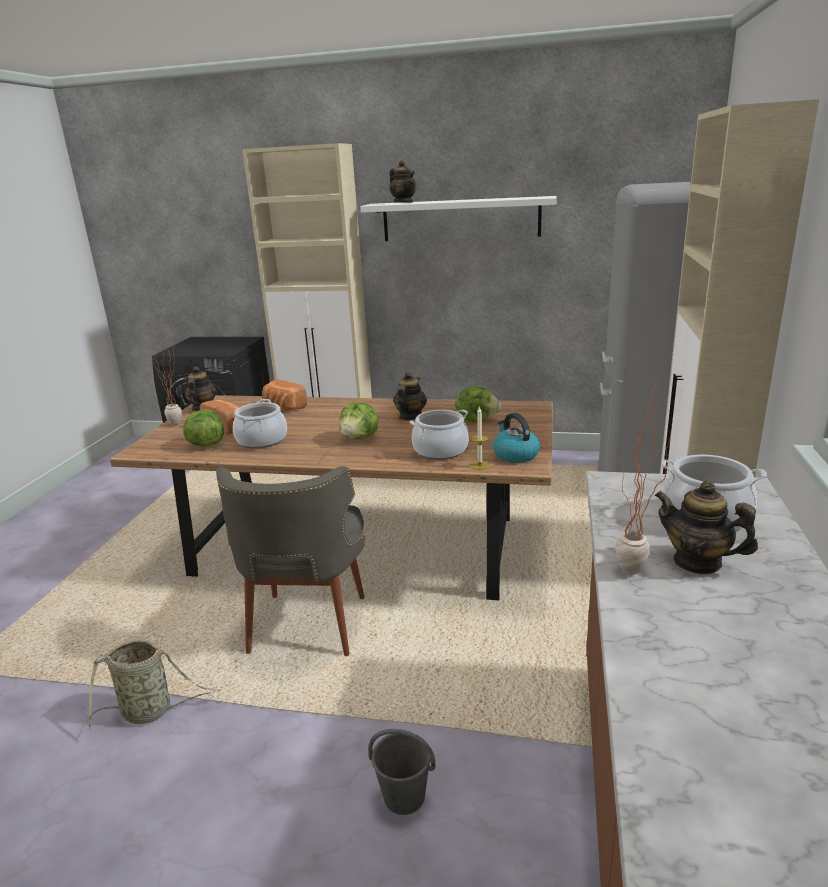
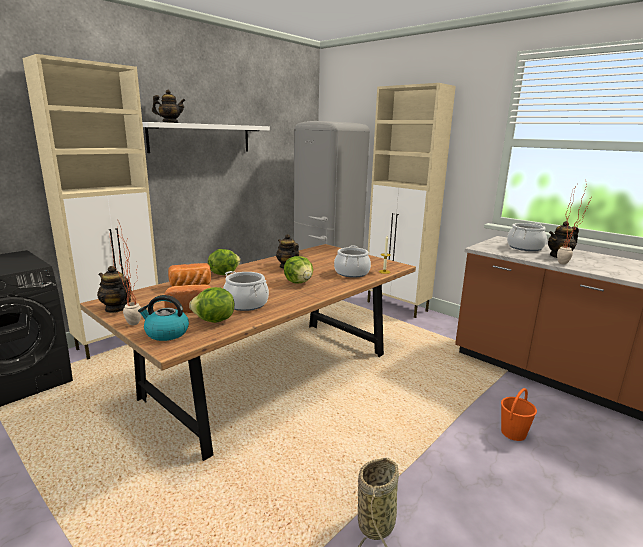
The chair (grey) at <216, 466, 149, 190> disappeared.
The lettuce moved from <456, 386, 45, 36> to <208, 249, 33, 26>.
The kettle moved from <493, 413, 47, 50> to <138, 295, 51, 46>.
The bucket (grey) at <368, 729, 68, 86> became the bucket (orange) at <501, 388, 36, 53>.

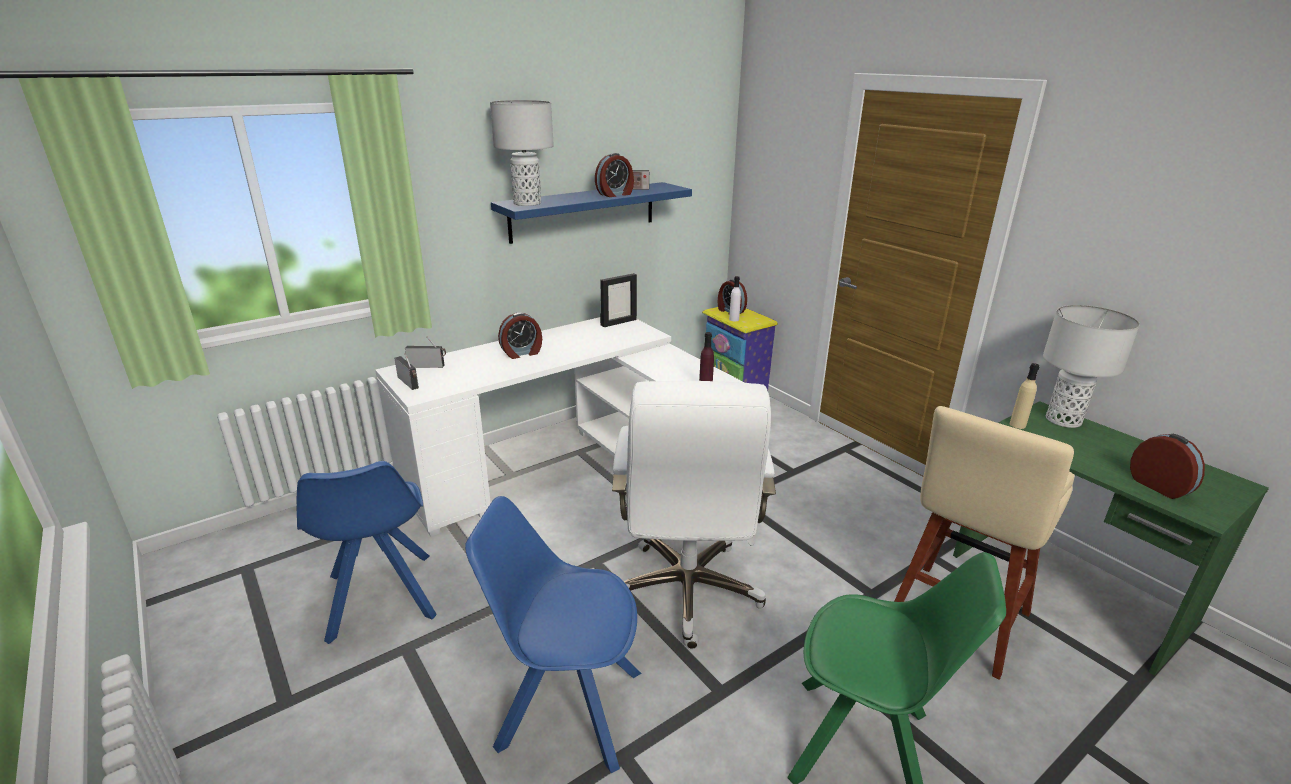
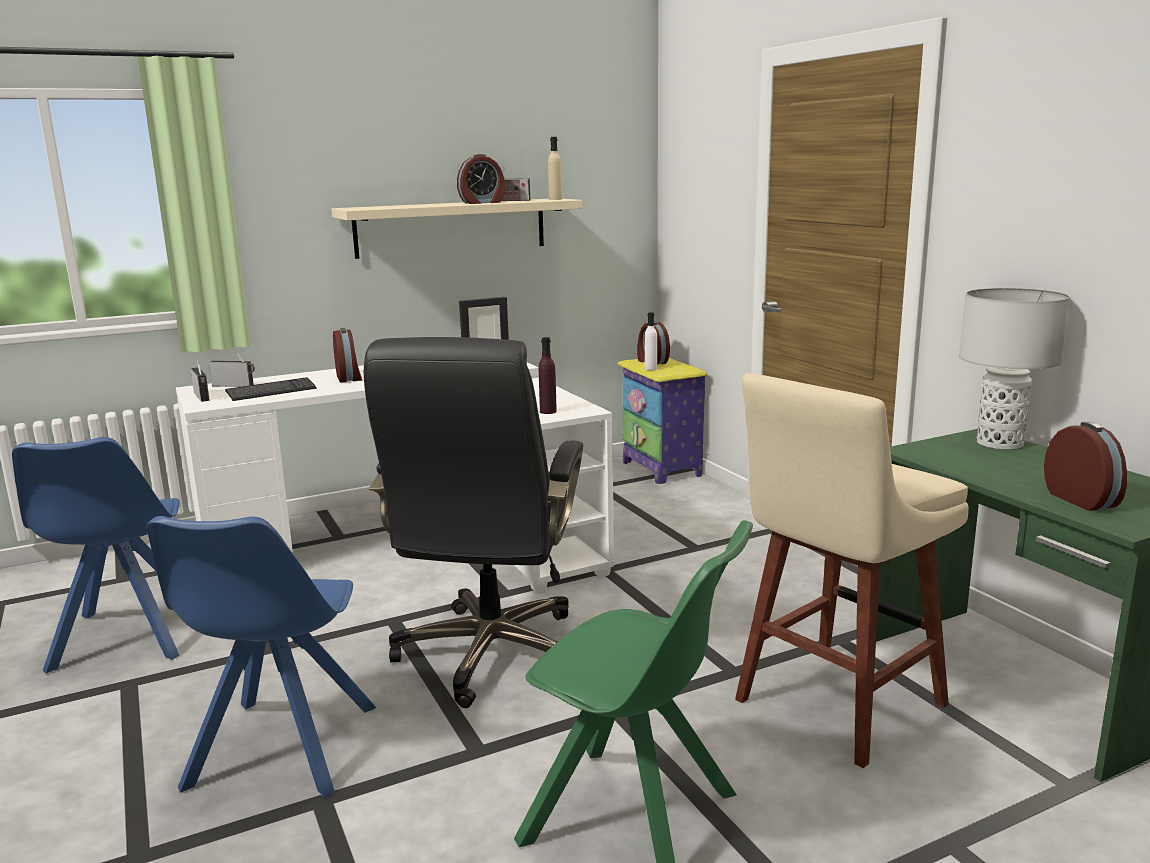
The table lamp (white) at <490, 100, 64, 106> disappeared.
The keyboard at <225, 378, 92, 23> appeared.
The bottle (beige) moved from <1010, 363, 29, 66> to <548, 137, 14, 63>.
The shelf (blue) at <491, 182, 201, 62> became the shelf (beige) at <332, 199, 251, 60>.
The office chair (white) at <612, 381, 164, 268> became the office chair (black) at <364, 337, 219, 371>.
The chair (blue) at <465, 496, 177, 277> turned 105 degrees counterclockwise.
The alarm clock at <498, 313, 44, 46> turned 90 degrees counterclockwise.

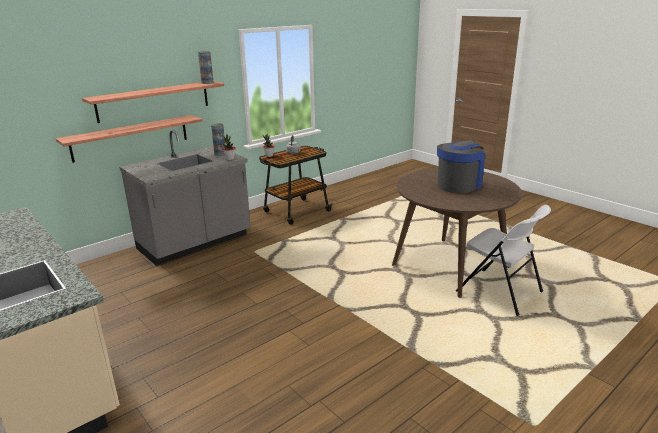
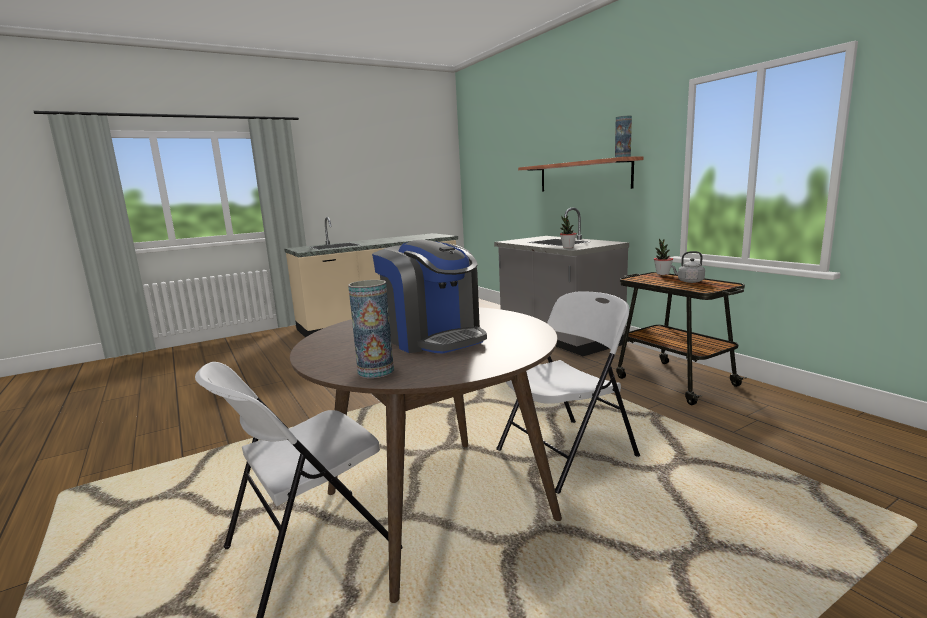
The shelf at <56, 115, 147, 48> disappeared.
The chair (white) at <496, 291, 144, 203> appeared.
The vase moved from <211, 123, 14, 33> to <348, 280, 46, 98>.

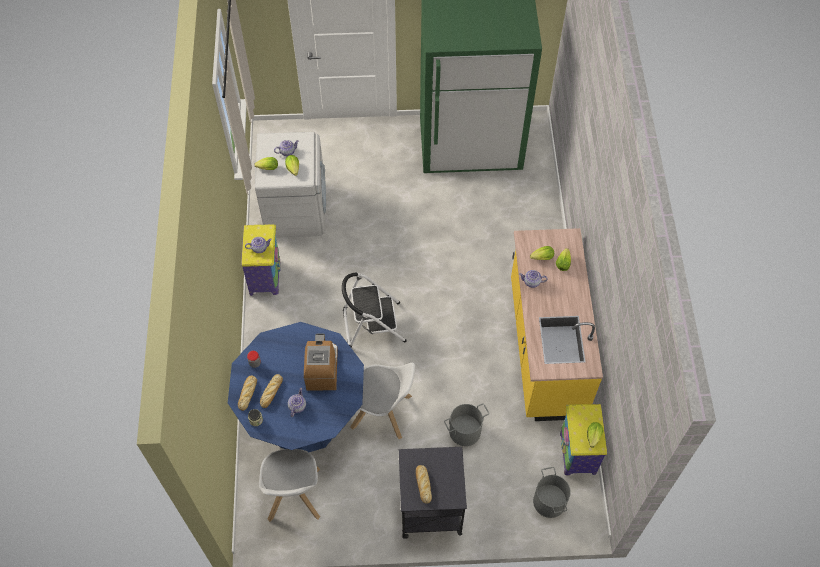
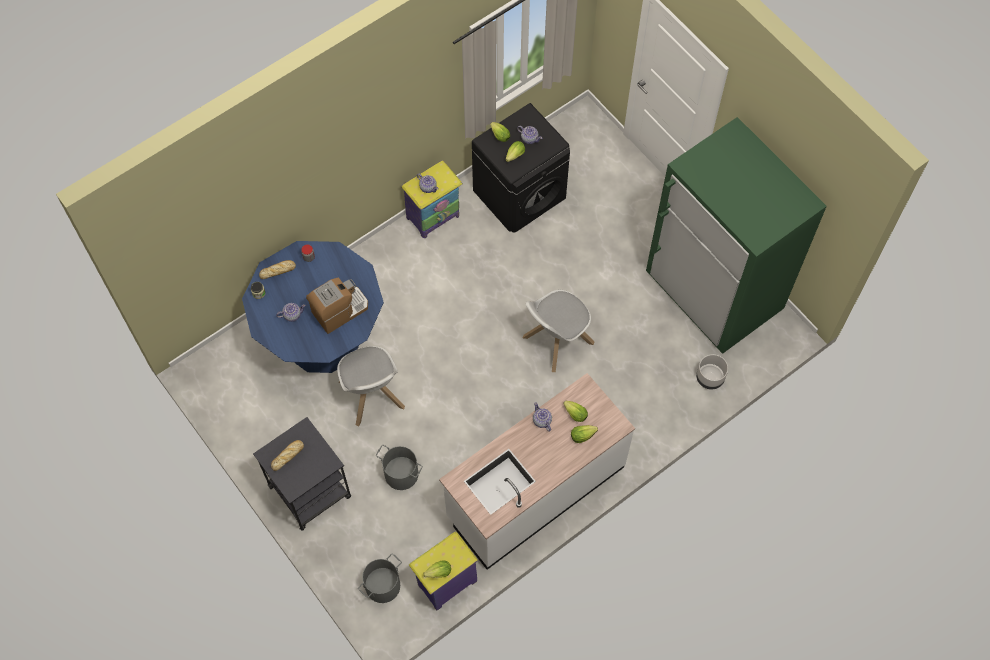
The bread at <260, 374, 23, 34> disappeared.
The step ladder at <342, 272, 65, 76> disappeared.
The planter (grey) at <696, 354, 32, 36> appeared.
The chair moved from <259, 449, 61, 73> to <523, 290, 71, 82>.
The washing machine (white) at <255, 132, 71, 106> became the washing machine (black) at <472, 103, 98, 130>.
The counter (yellow) at <511, 228, 92, 193> became the counter (white) at <439, 373, 196, 197>.

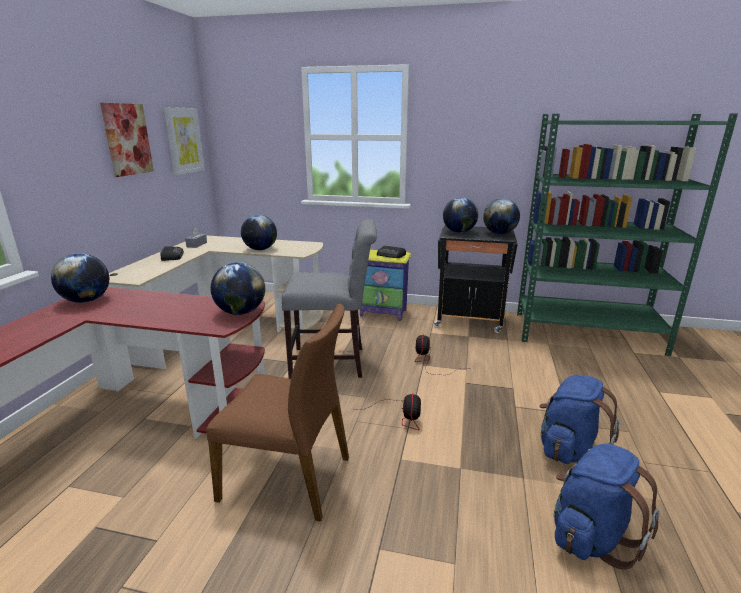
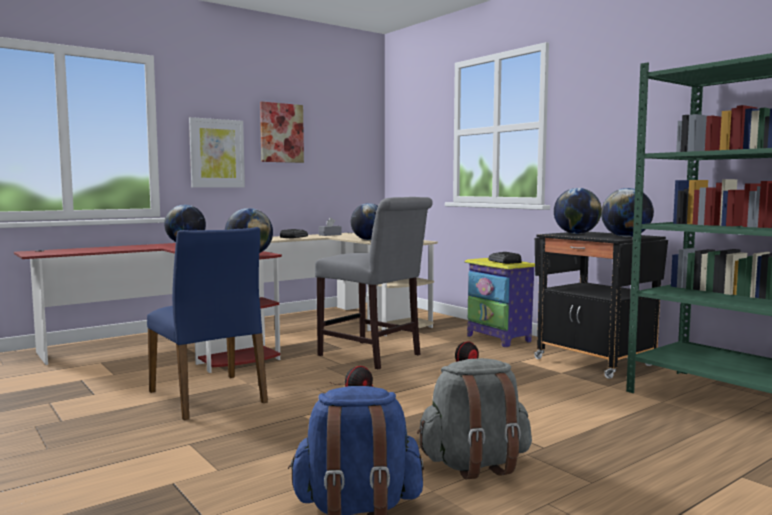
The picture moved from <164, 107, 41, 68> to <189, 117, 56, 71>.
The chair (brown) at <206, 304, 143, 218> became the chair (blue) at <147, 227, 121, 193>.
The backpack (blue) at <539, 375, 80, 89> became the backpack (grey) at <417, 358, 115, 121>.

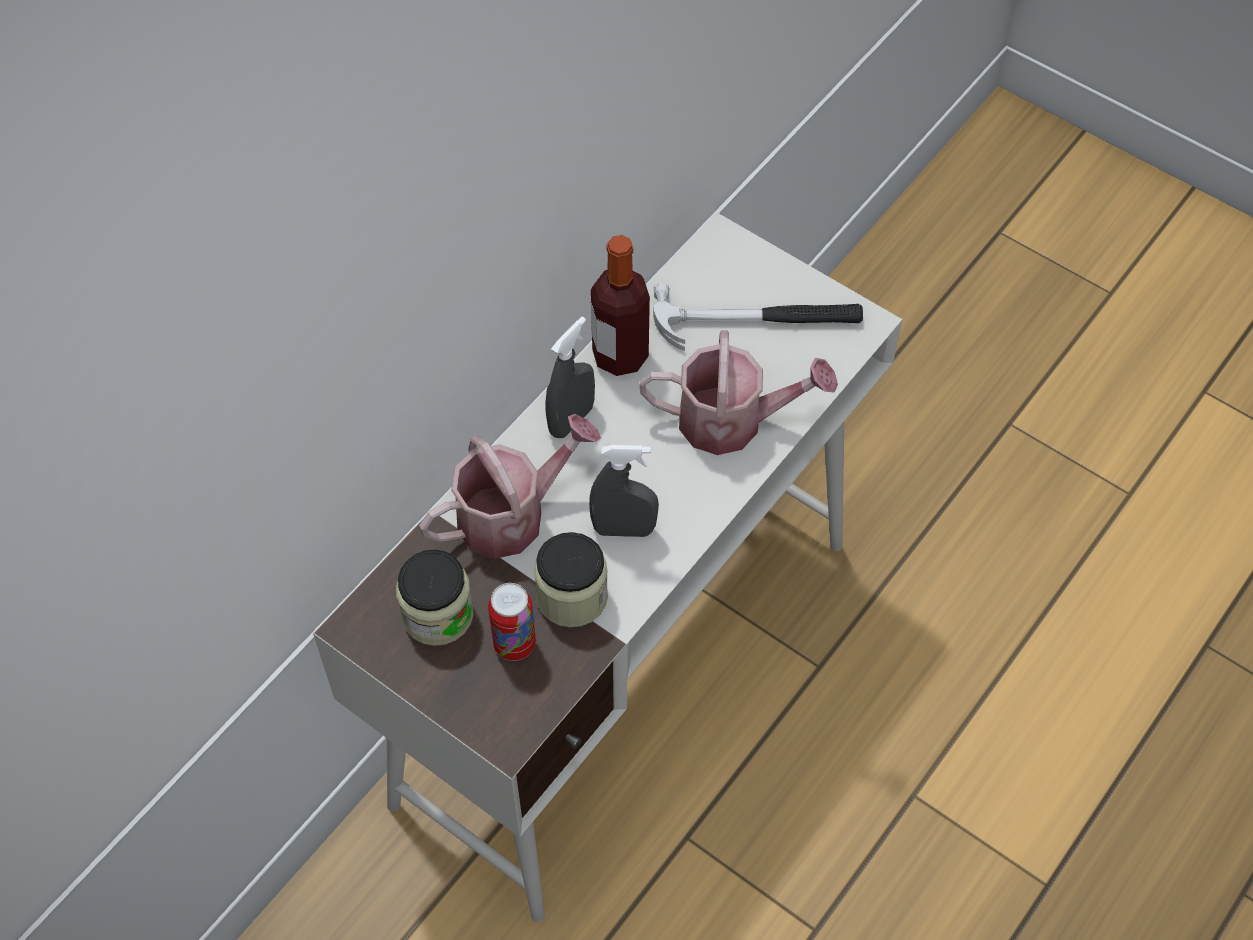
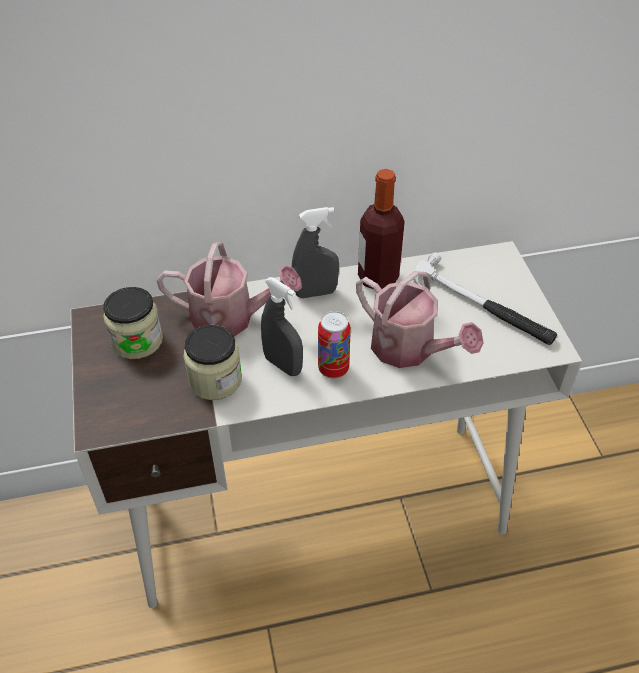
The can moved from <488, 583, 48, 78> to <318, 311, 33, 67>.

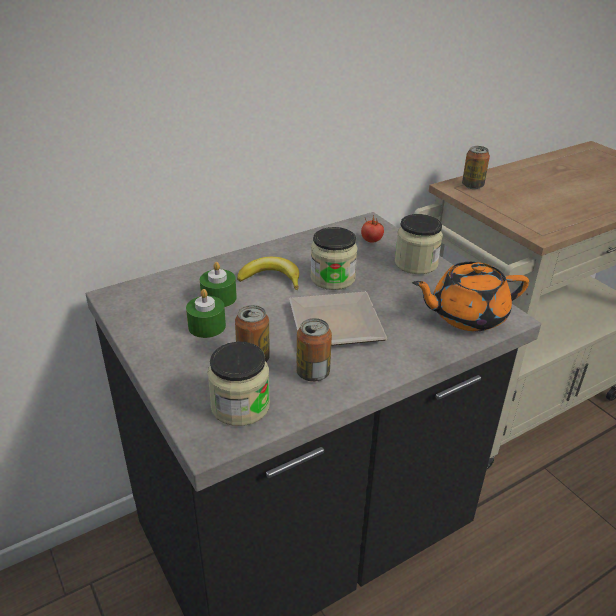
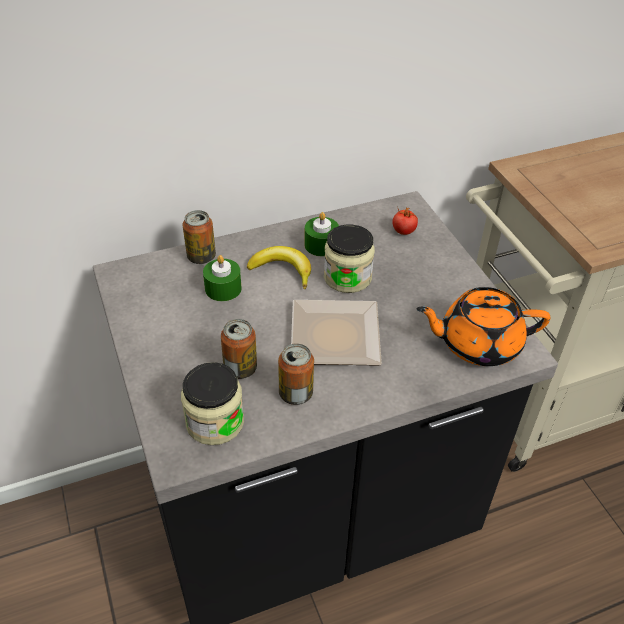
The jar at <395, 214, 48, 60> disappeared.
The candle (green) moved from <186, 289, 40, 49> to <304, 212, 35, 44>.
The can moved from <462, 146, 28, 43> to <183, 210, 33, 54>.

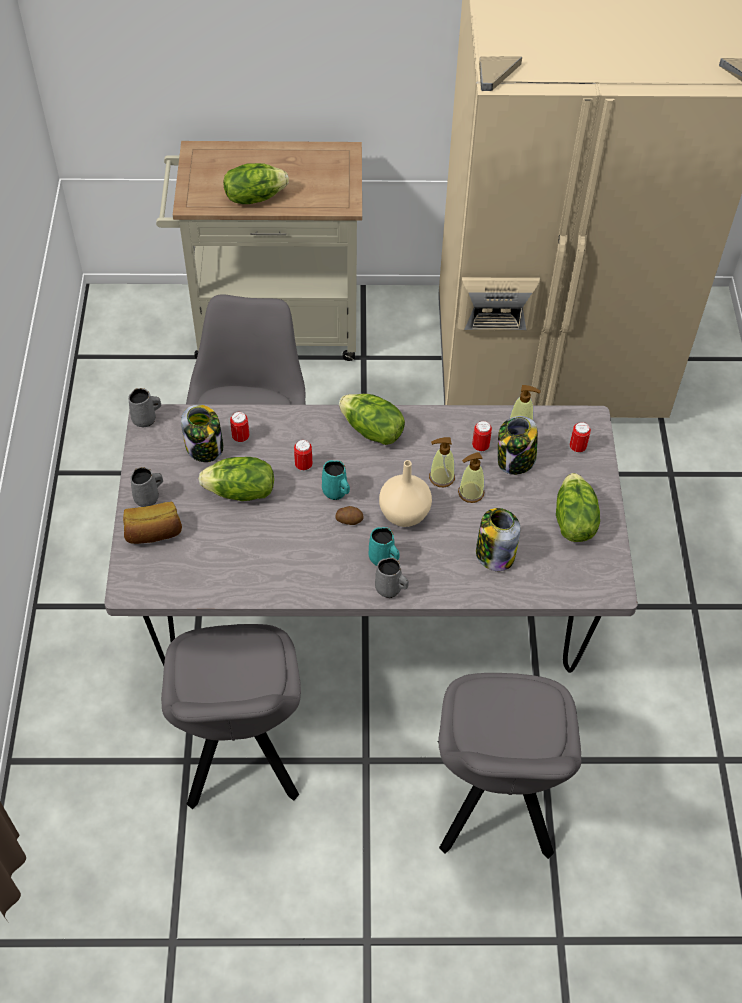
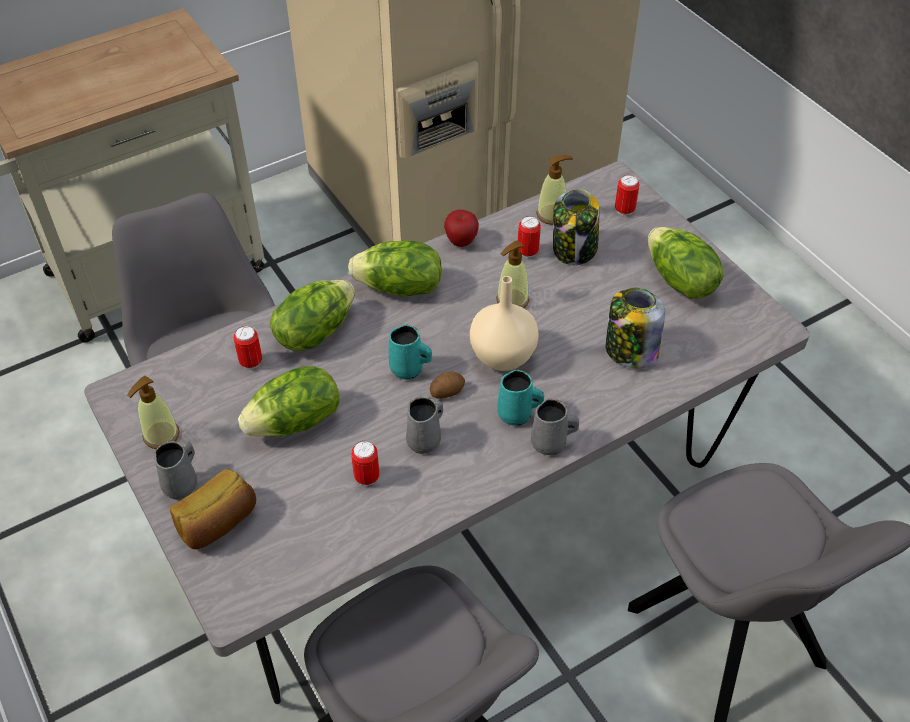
The jar at <181, 405, 42, 57> disappeared.
The apple at <444, 210, 35, 37> appeared.
The mug (grey) moved from <128, 388, 33, 39> to <406, 397, 37, 57>.
The lettuce moved from <223, 163, 66, 41> to <270, 280, 85, 71>.
The can moved from <294, 440, 18, 31> to <351, 441, 28, 45>.
The soap dispenser moved from <458, 452, 26, 51> to <127, 376, 53, 73>.

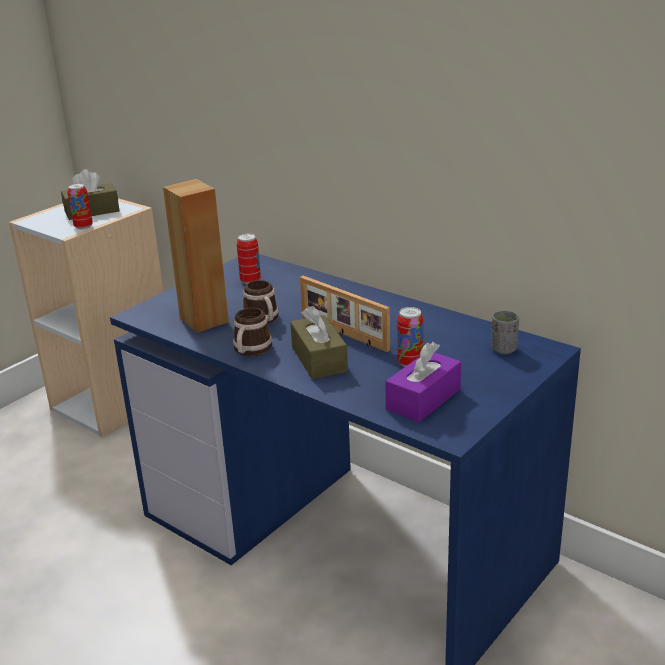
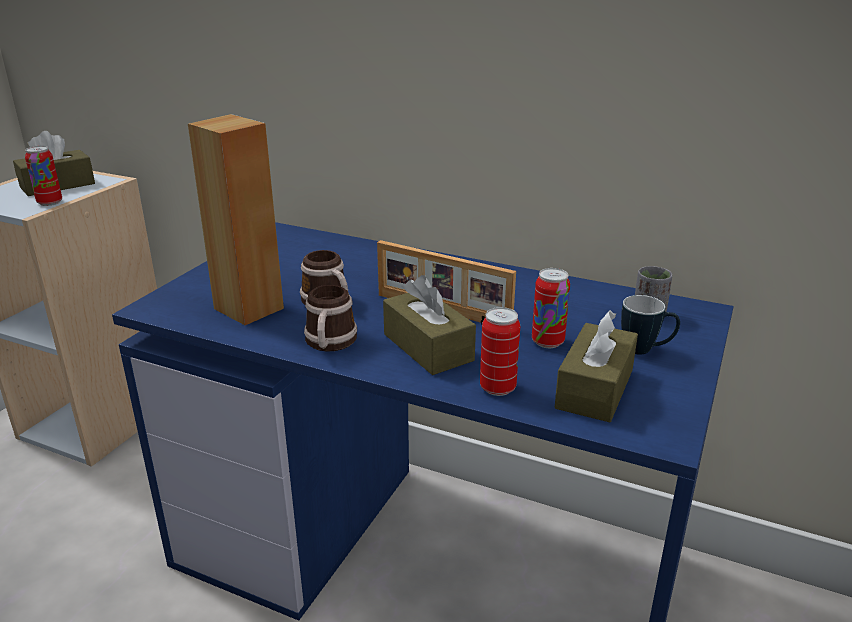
The mug at <621, 295, 59, 60> appeared.
The can moved from <237, 233, 24, 51> to <480, 307, 40, 89>.
The tissue box (purple) at <385, 342, 76, 80> became the tissue box (brown) at <555, 310, 83, 112>.

